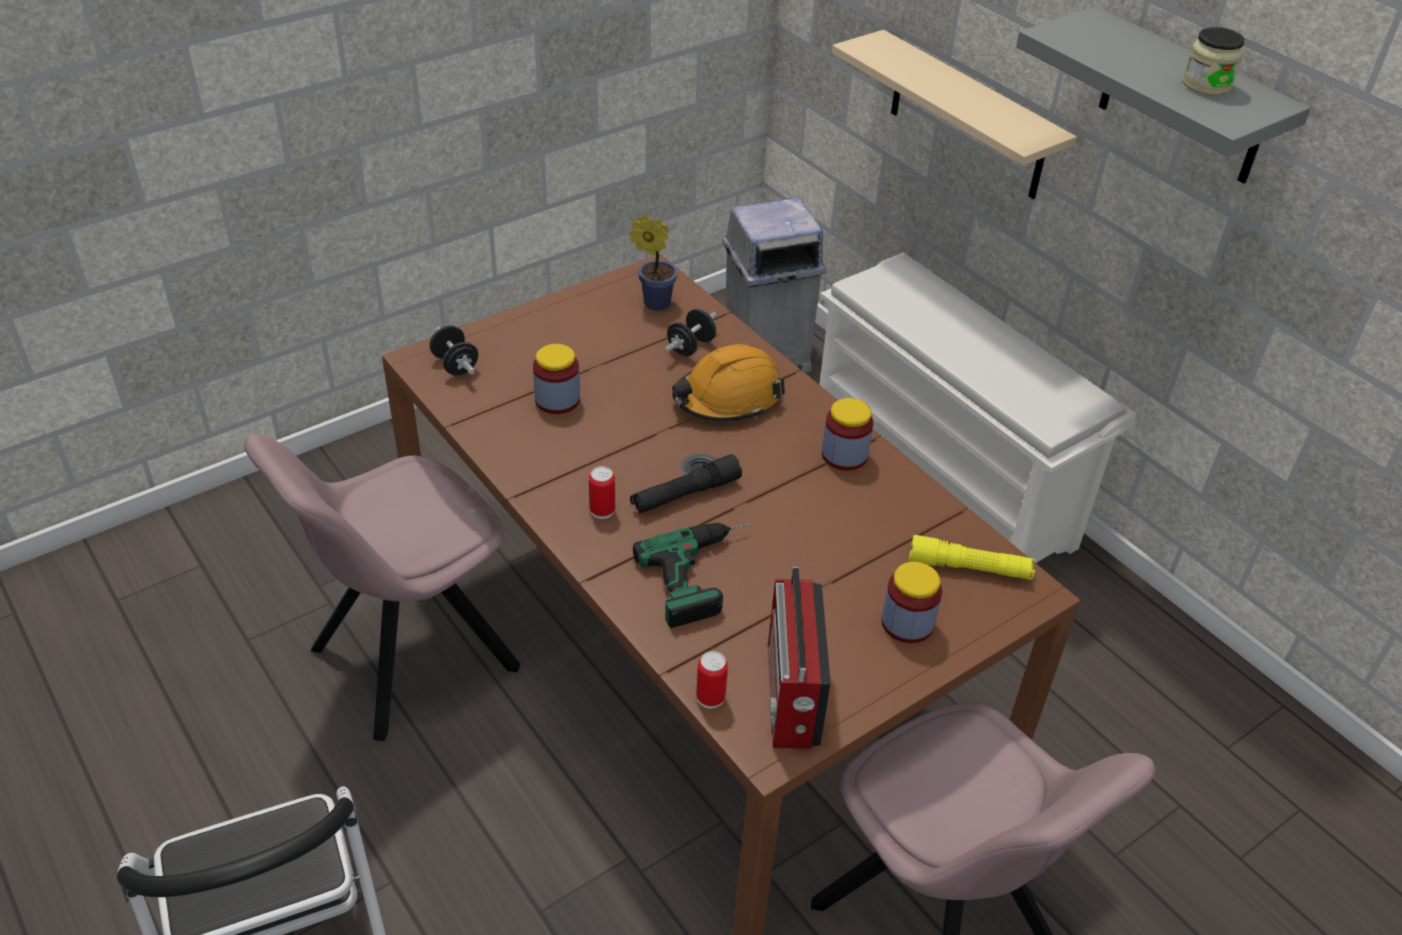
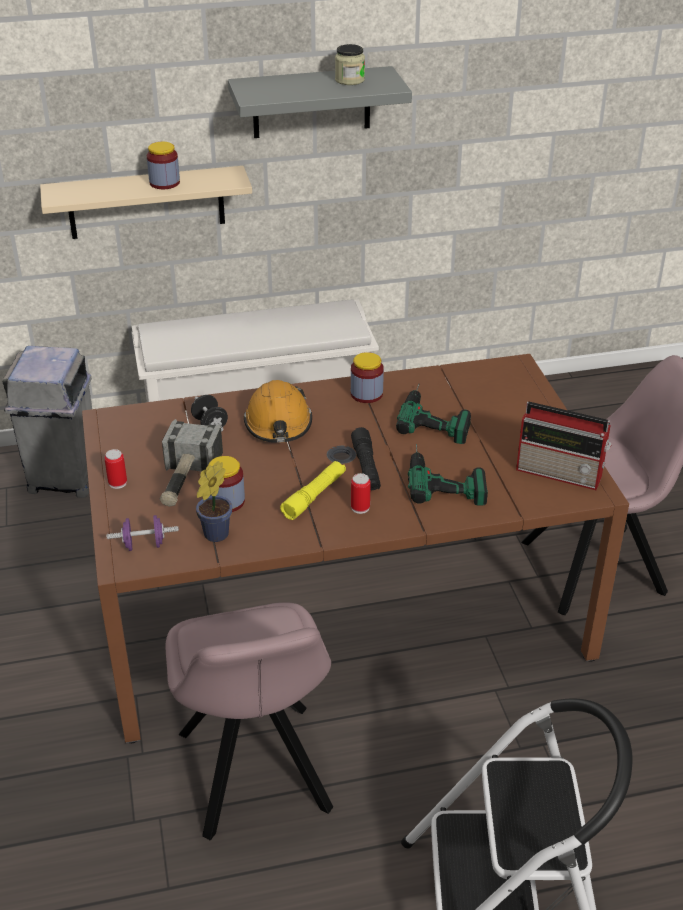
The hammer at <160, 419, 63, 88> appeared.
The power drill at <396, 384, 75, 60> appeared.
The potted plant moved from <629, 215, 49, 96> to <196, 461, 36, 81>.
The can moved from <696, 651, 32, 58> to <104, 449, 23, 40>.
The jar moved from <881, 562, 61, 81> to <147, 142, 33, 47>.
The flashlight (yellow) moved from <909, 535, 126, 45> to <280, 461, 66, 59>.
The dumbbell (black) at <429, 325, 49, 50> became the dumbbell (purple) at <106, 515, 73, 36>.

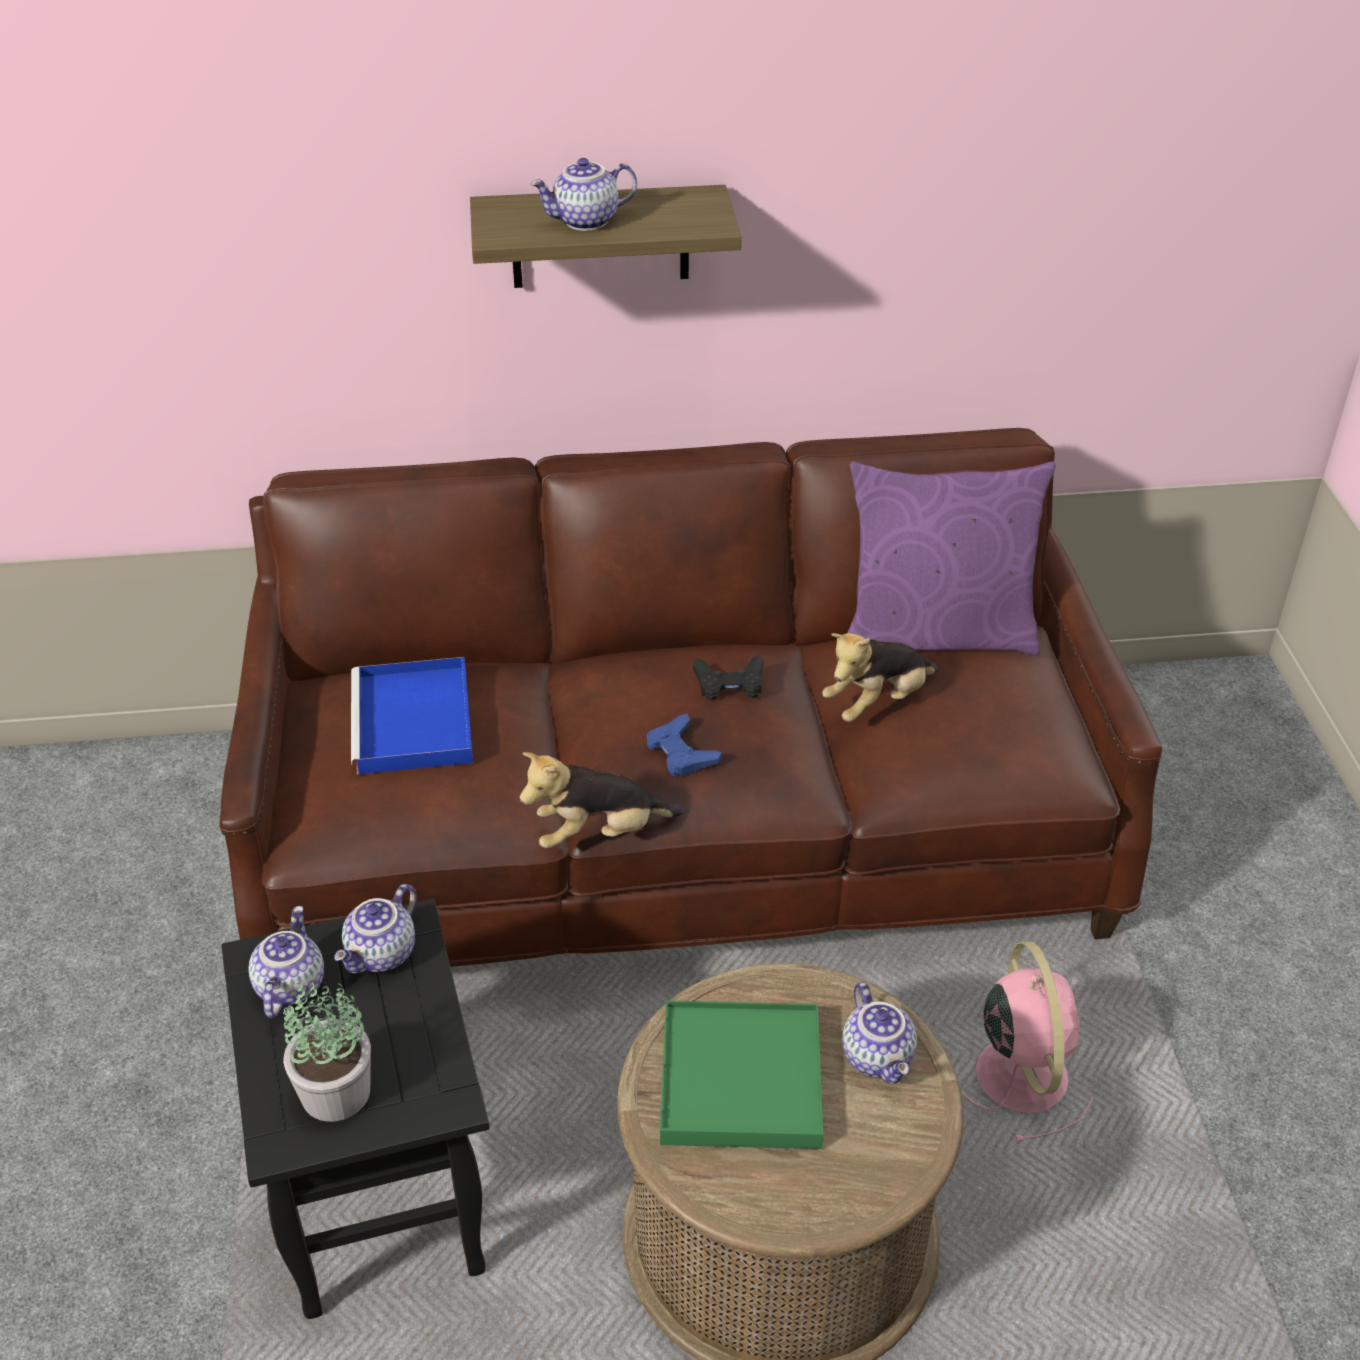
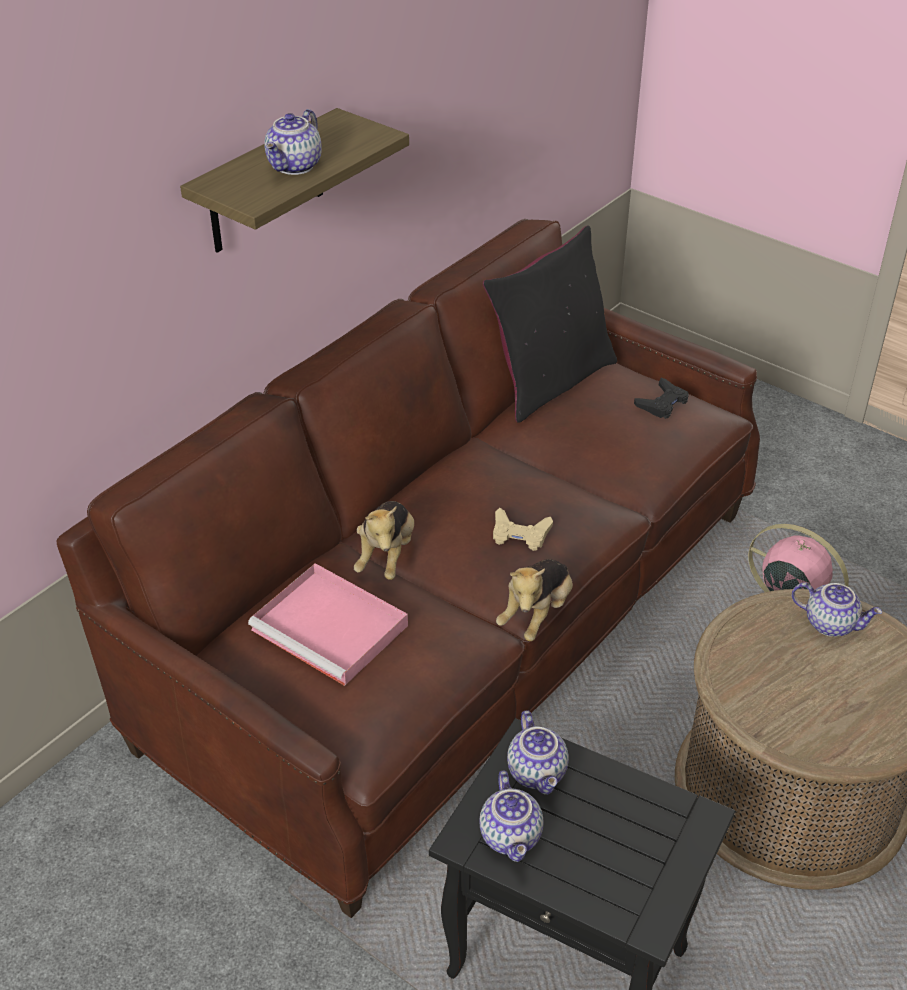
The potted plant at <283, 982, 88, 140> disappeared.
The tray (green) at <660, 1001, 163, 148> disappeared.
The game controller (black) moved from <693, 655, 70, 45> to <634, 378, 55, 41>.
The plush toy moved from <822, 633, 116, 89> to <354, 501, 60, 79>.
The tray (blue) at <351, 657, 122, 118> became the tray (pink) at <248, 563, 160, 123>.
The game controller (blue) at <647, 714, 75, 63> became the game controller (beige) at <493, 508, 60, 43>.
The pillow (purple) at <847, 461, 209, 195> became the pillow (black) at <483, 226, 134, 197>.
The teapot at <248, 906, 76, 112> turned 150 degrees counterclockwise.

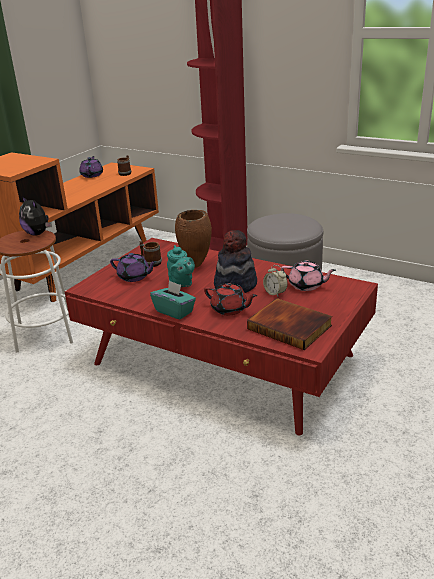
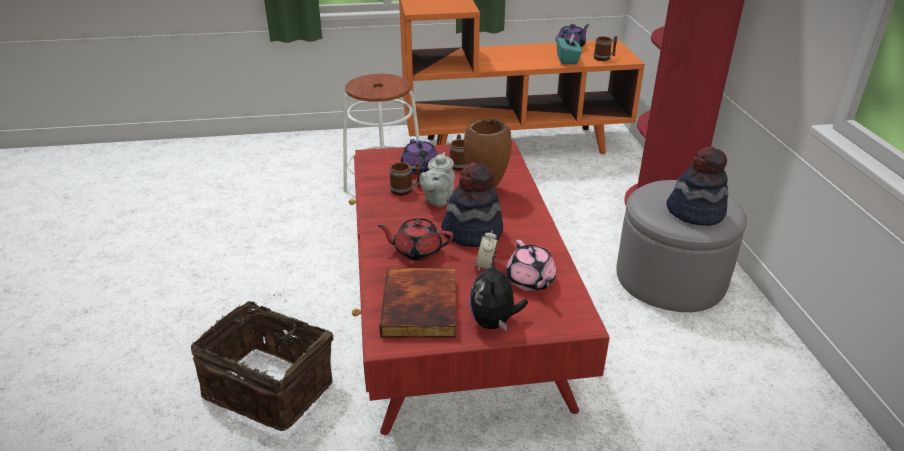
The basket at <191, 295, 142, 136> appeared.
The mug at <389, 162, 32, 34> appeared.
The hat at <666, 146, 62, 80> appeared.
The plush toy moved from <19, 196, 33, 40> to <469, 257, 59, 74>.
The tissue box (turquoise) moved from <150, 280, 46, 40> to <557, 33, 25, 31>.
The teapot (turquoise) at <167, 245, 28, 42> became the teapot (grey) at <420, 152, 35, 55>.
The teapot (red) at <204, 283, 53, 32> turned 105 degrees clockwise.

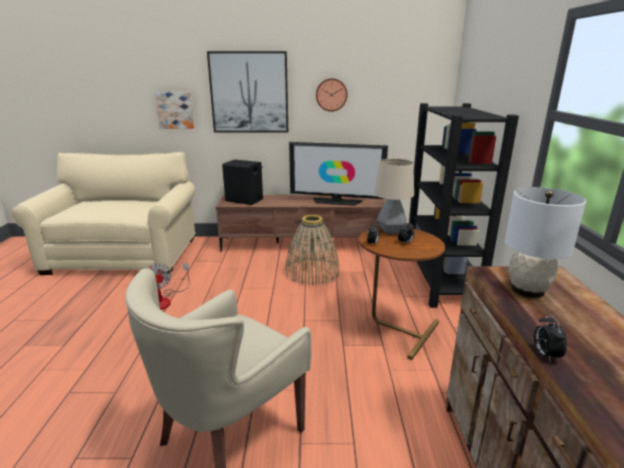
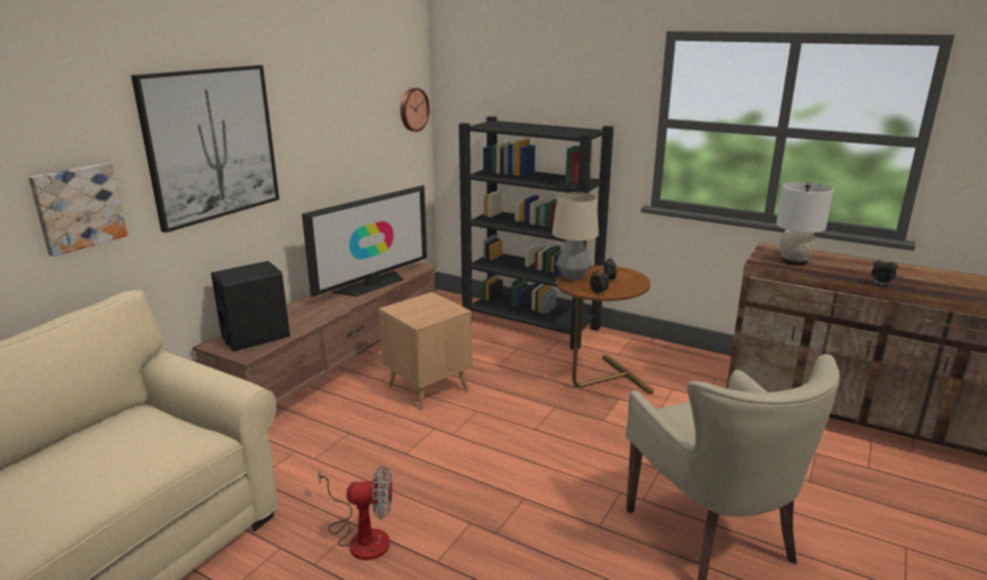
The wall clock moved from <316, 78, 31, 34> to <400, 88, 30, 44>.
The basket at <285, 215, 55, 71> was replaced by the side table (brown) at <379, 292, 93, 119>.

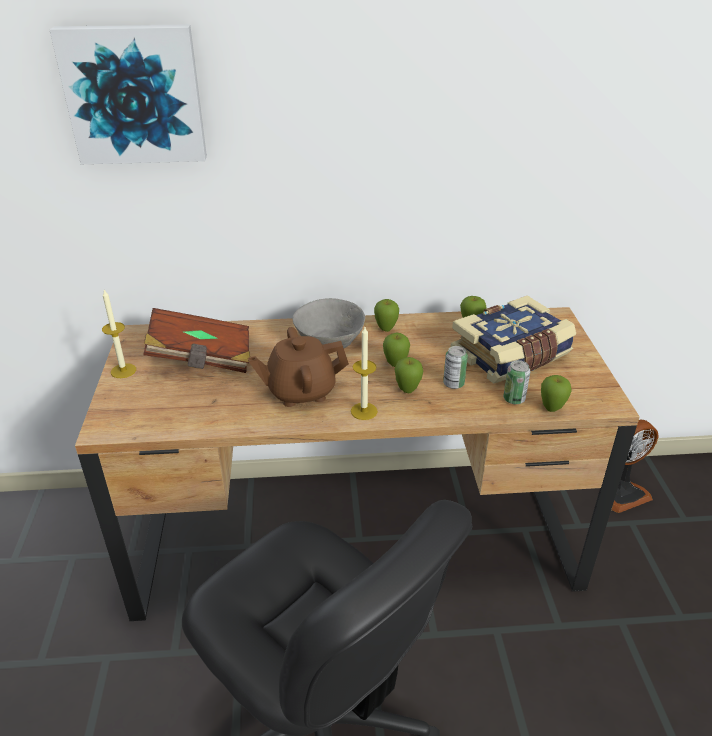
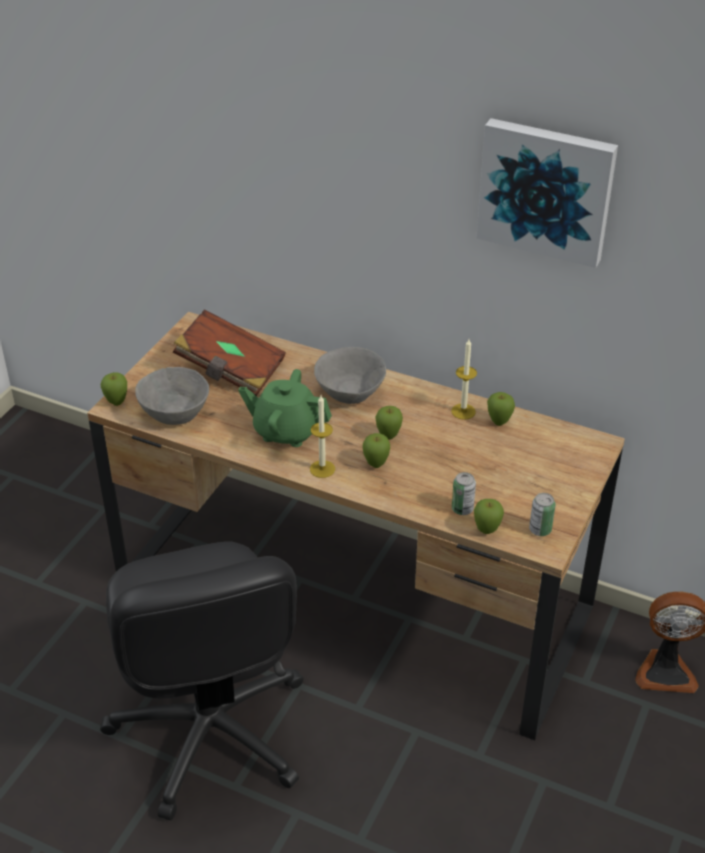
The book at <451, 296, 125, 88> disappeared.
The bowl (grey) at <135, 367, 74, 58> appeared.
The picture moved from <49, 24, 158, 140> to <476, 118, 142, 150>.
The candle moved from <102, 290, 34, 88> to <451, 339, 26, 81>.
The apple moved from <374, 299, 25, 33> to <101, 372, 26, 34>.
The can moved from <443, 346, 25, 43> to <529, 493, 26, 43>.
The teapot (brown) at <248, 327, 101, 80> became the teapot (green) at <238, 369, 94, 78>.

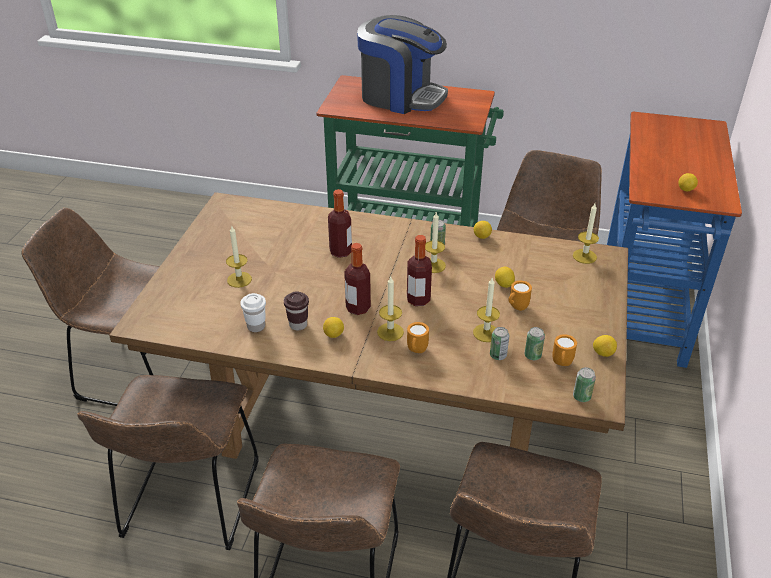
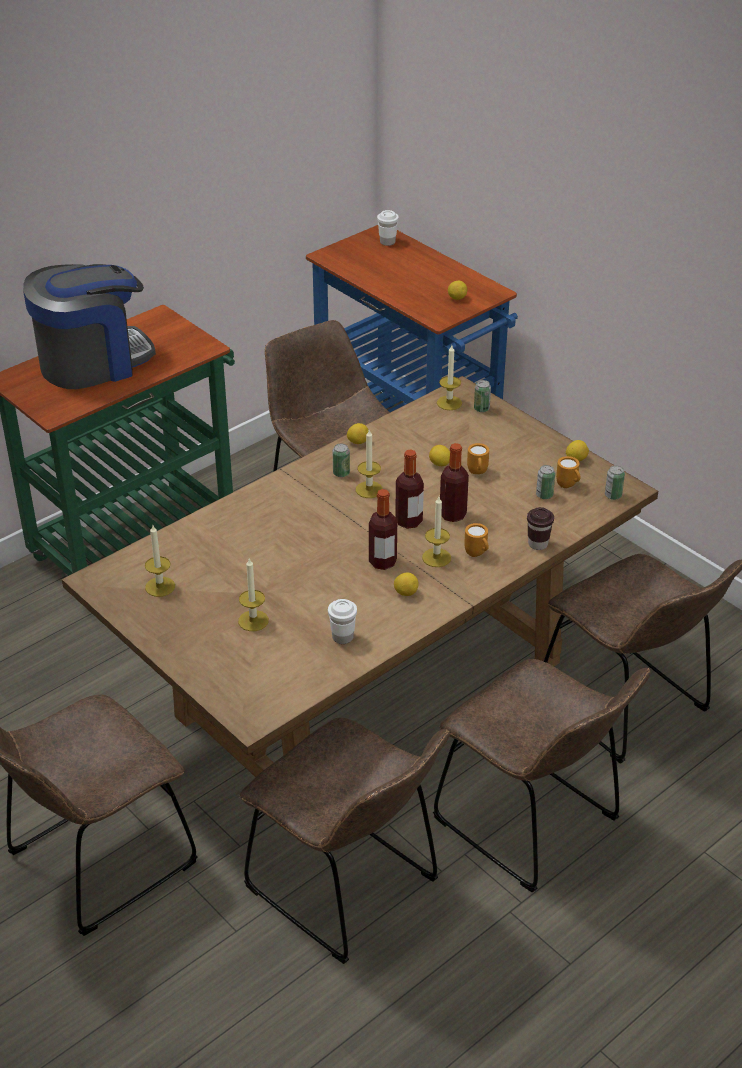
The cup (white) at <377, 210, 22, 36> appeared.
The cup (brown) moved from <284, 292, 25, 38> to <527, 507, 27, 43>.
The bottle moved from <328, 189, 24, 69> to <440, 443, 29, 79>.
The candle moved from <473, 278, 27, 64> to <145, 525, 30, 72>.
The can moved from <490, 327, 19, 33> to <474, 380, 17, 32>.

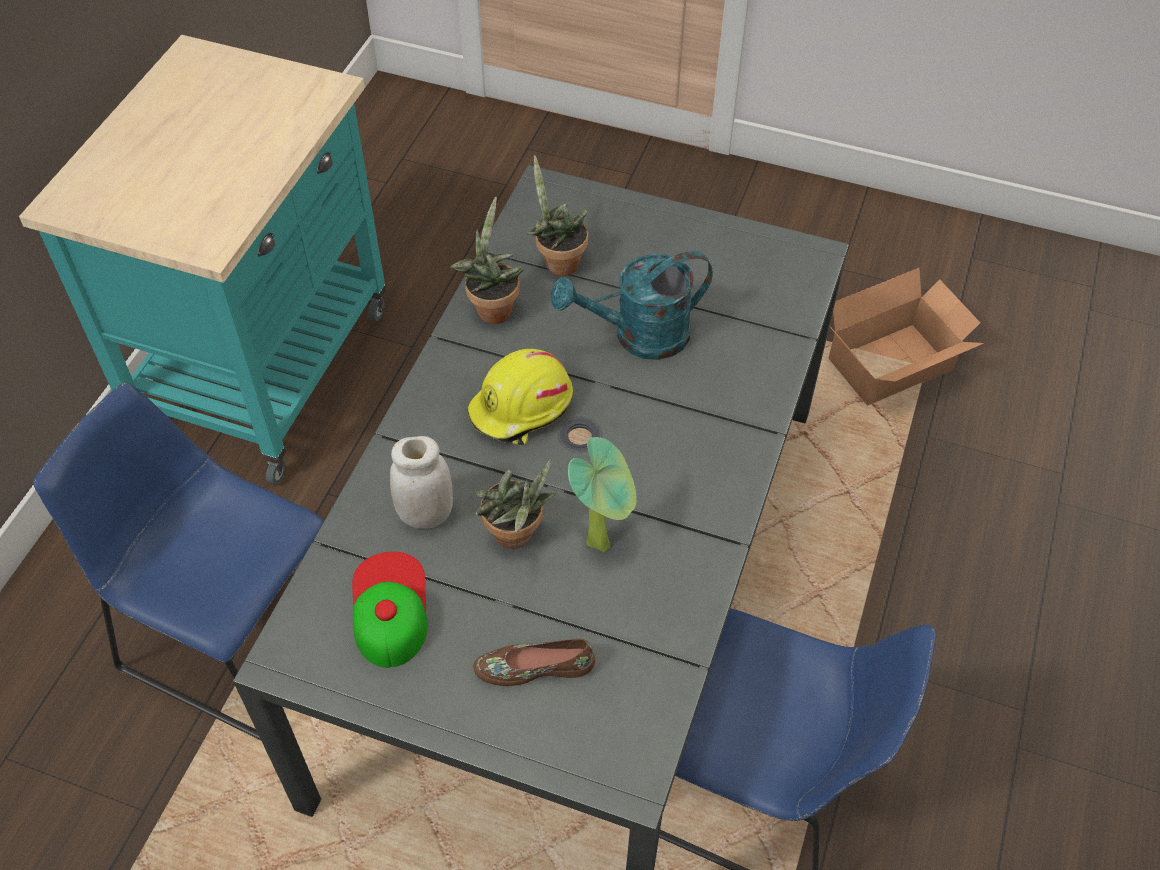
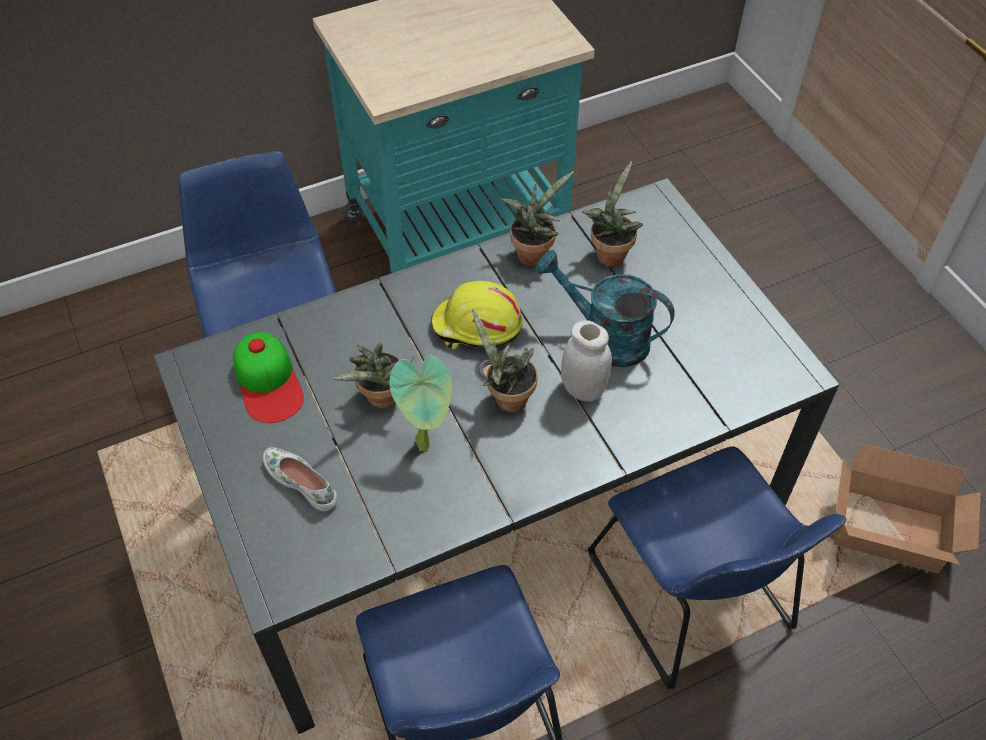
The potted plant at <472, 308, 66, 104> appeared.
The chair (blue) at <588, 446, 258, 243> appeared.
The jar (white) moved from <390, 436, 63, 93> to <561, 320, 51, 82>.
The shoe (brown) at <473, 639, 122, 47> became the shoe (white) at <263, 447, 75, 65>.
The cap at <352, 552, 76, 116> turned 120 degrees clockwise.

